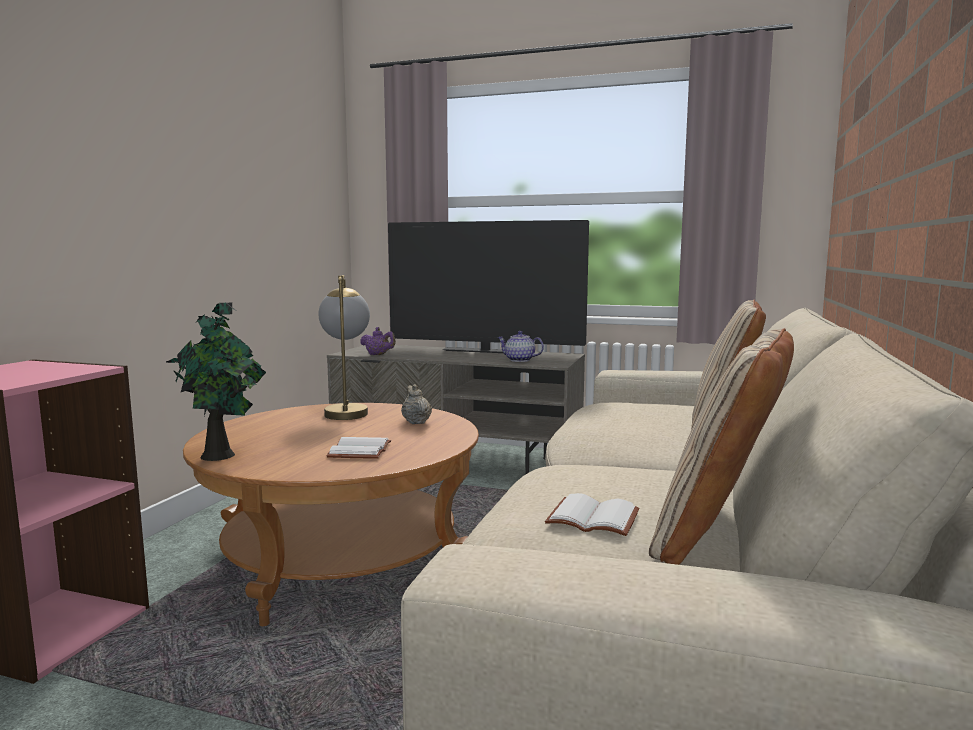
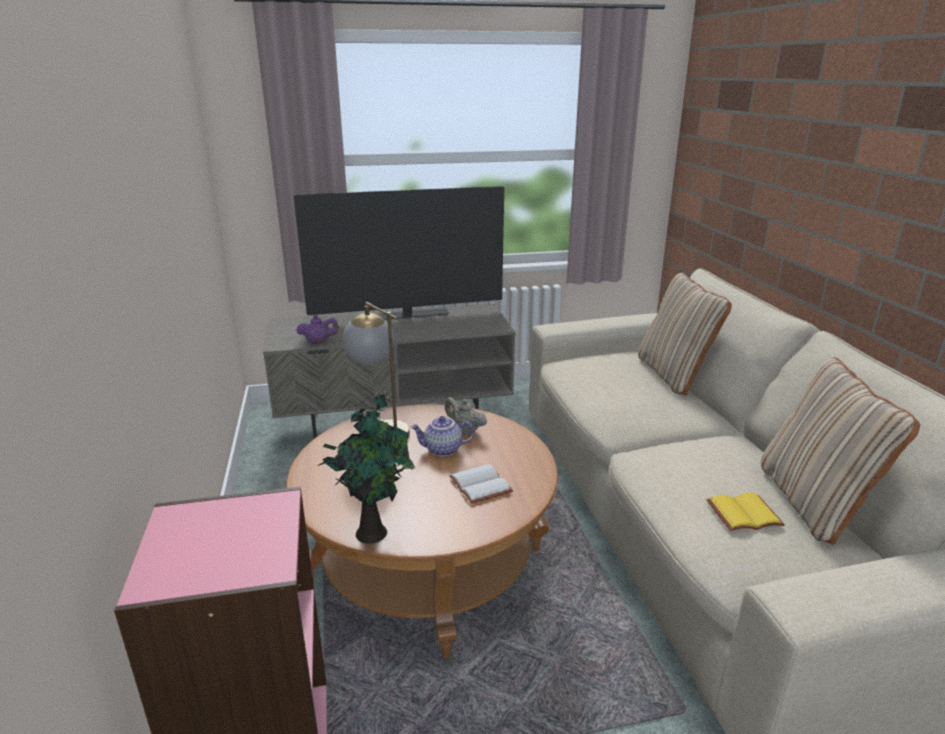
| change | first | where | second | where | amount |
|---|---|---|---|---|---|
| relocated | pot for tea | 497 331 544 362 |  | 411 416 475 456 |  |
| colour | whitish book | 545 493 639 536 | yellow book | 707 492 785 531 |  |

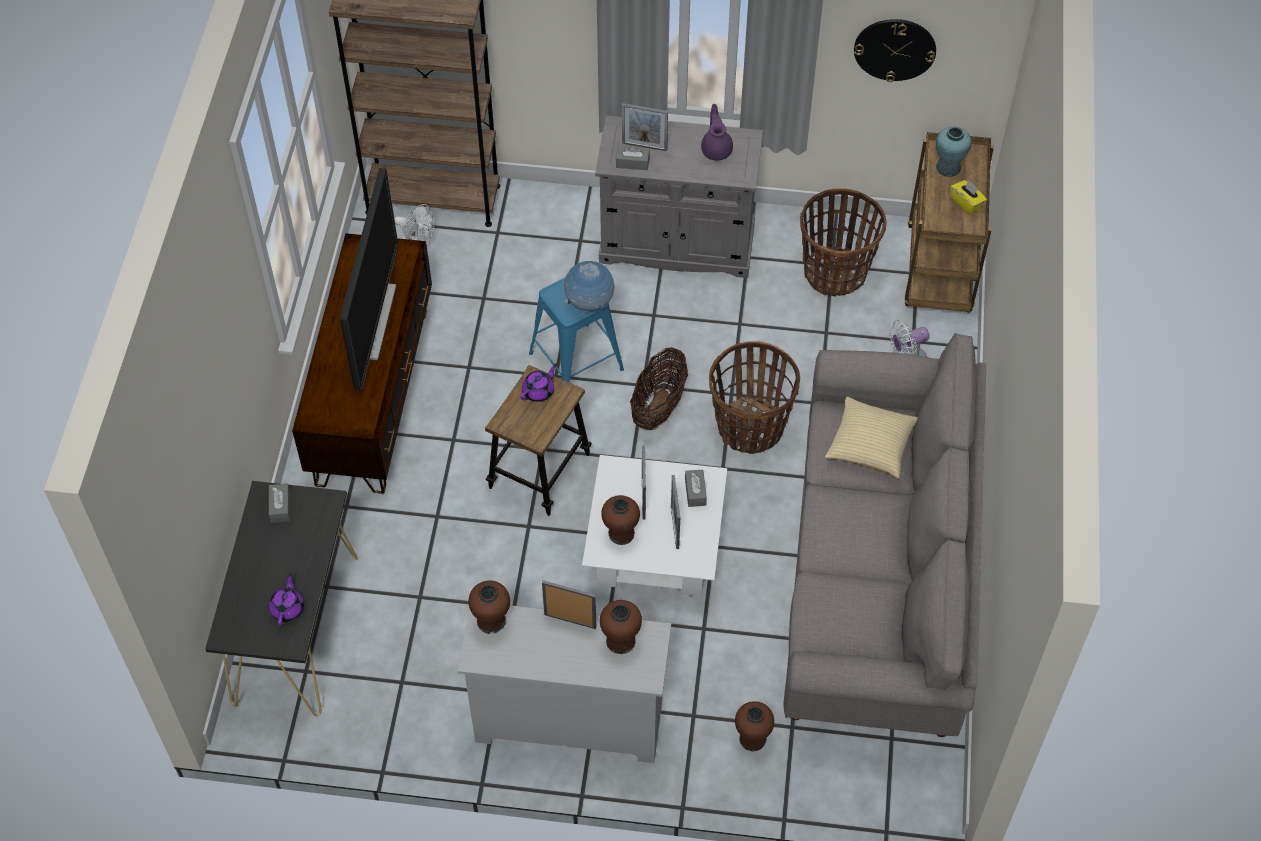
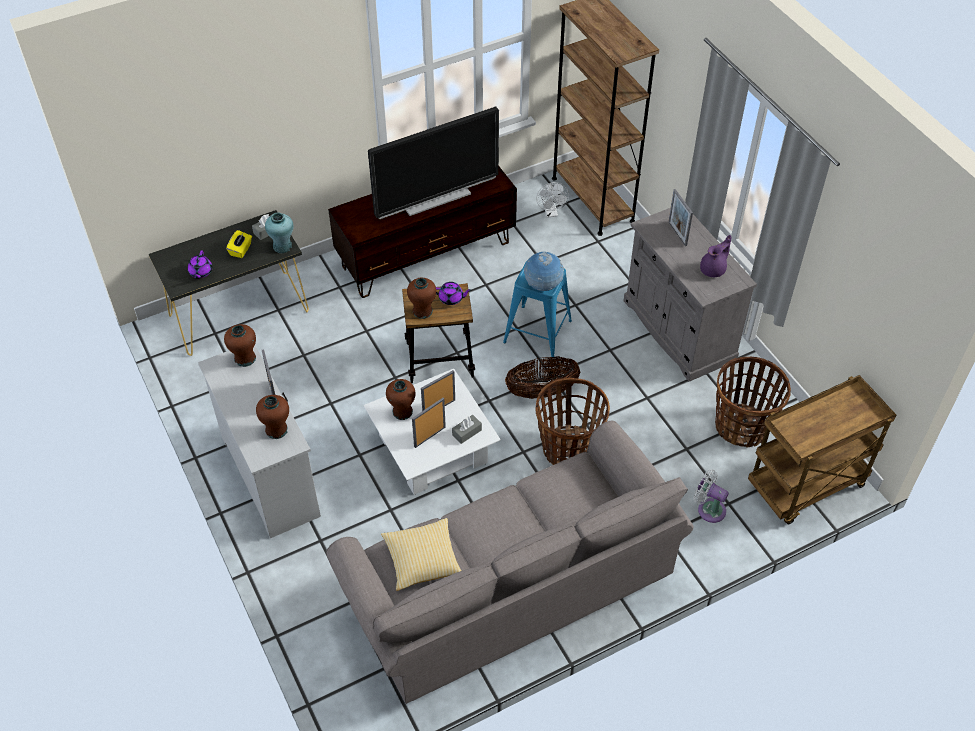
| change | first | where | second | where | amount |
|---|---|---|---|---|---|
| spun | purplish pot for tea | 269 573 304 626 |  | 188 250 212 279 | 120 degrees clockwise |
| missing | greyish tissue holder | 616 145 650 170 |  |  |  |
| relocated | brownish flower vase | 735 701 774 752 |  | 407 277 436 319 |  |
| relocated | pillow | 825 397 918 479 |  | 381 518 462 591 |  |
| missing | wall clock | 854 19 936 82 |  |  |  |
| relocated | turquoise-coloured flower vase | 936 127 972 177 |  | 265 213 294 253 |  |
| relocated | yellow tissue holder | 950 180 987 214 |  | 226 230 252 258 |  |

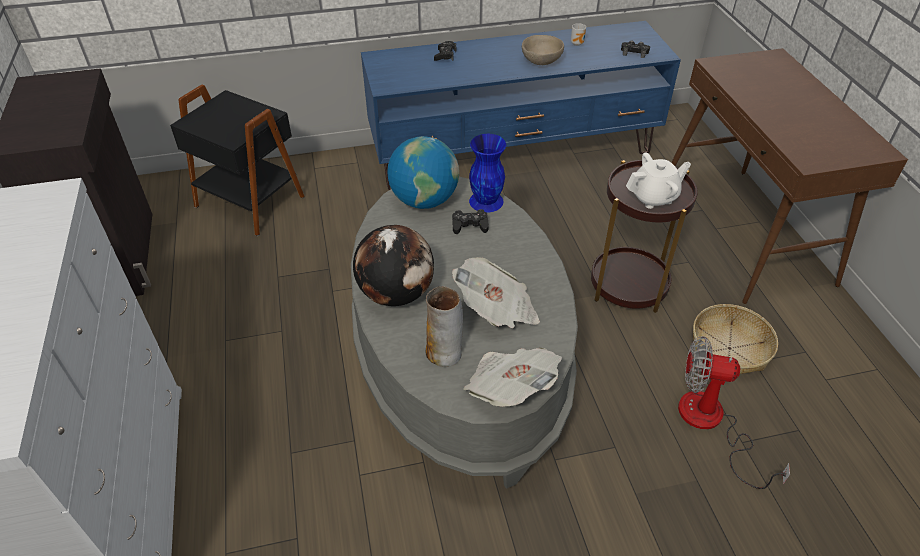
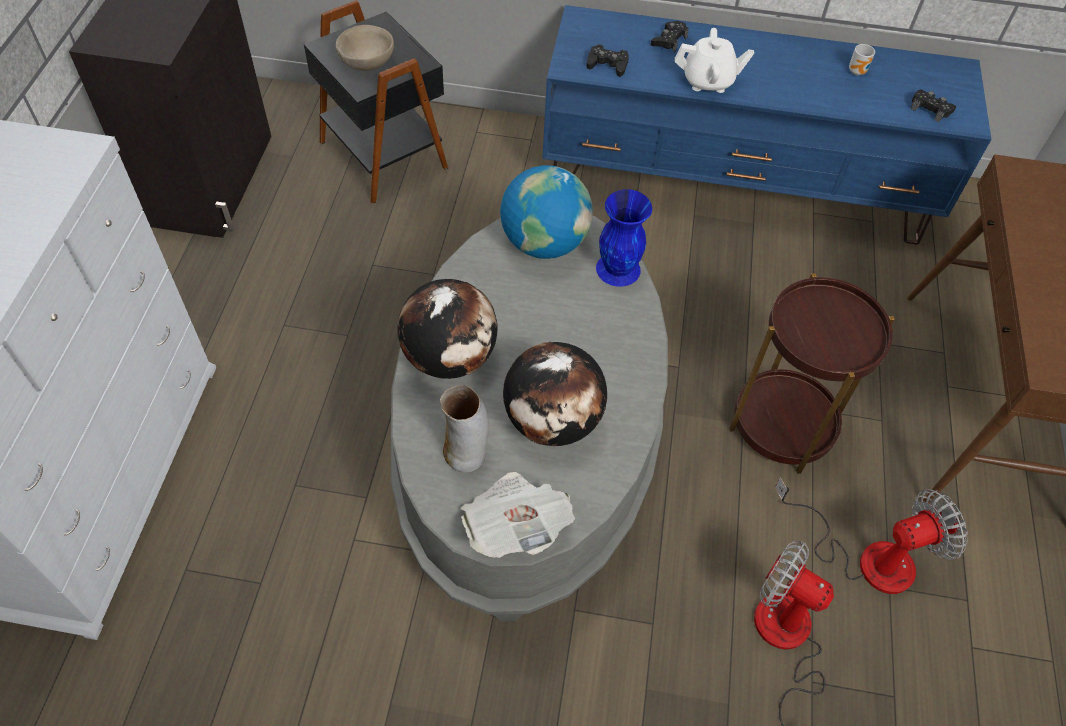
| change | first | where | second | where | amount |
|---|---|---|---|---|---|
| relocated | black-coloured gamepad | 452 209 489 234 |  | 586 44 629 77 |  |
| exchanged | daily paper | 452 257 540 328 | globe | 503 342 607 446 |  |
| relocated | sand-coloured deep dish | 522 35 564 66 |  | 335 25 394 71 |  |
| relocated | whitish pot for tea | 626 152 691 209 |  | 675 28 754 93 |  |
| exchanged | storage basket | 693 304 778 374 | electric fan | 775 477 968 594 |  |

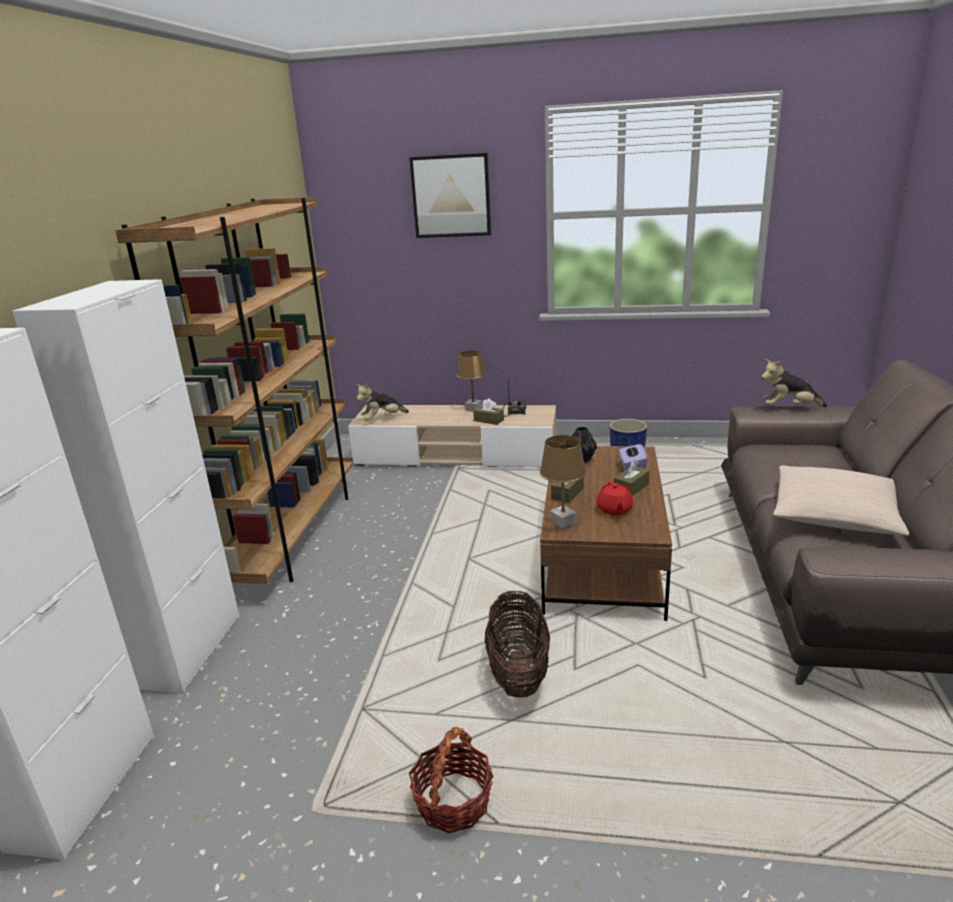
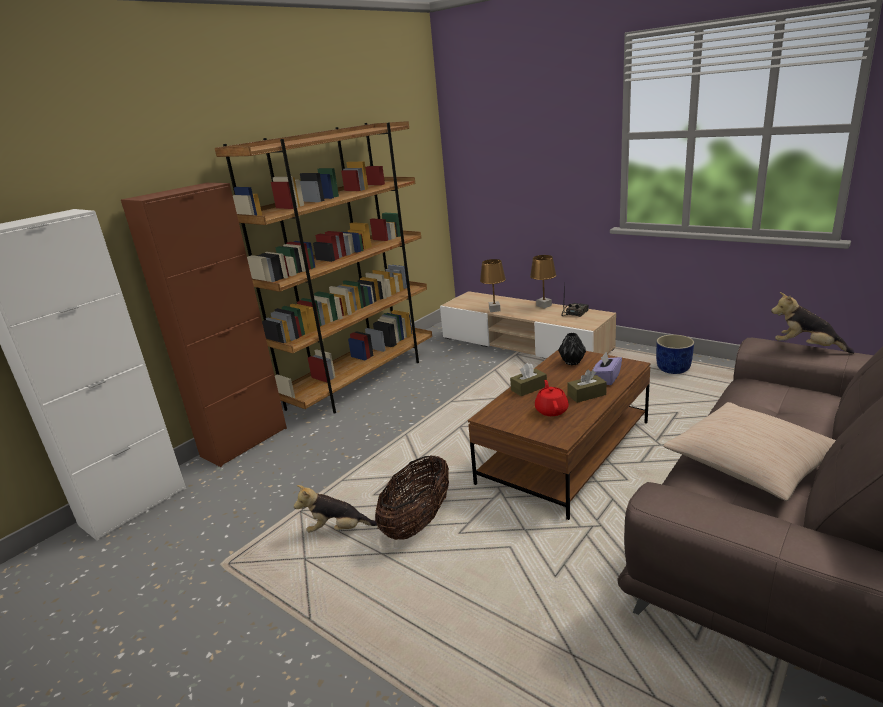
| change | first | where | second | where | amount |
|---|---|---|---|---|---|
| colour | whitish storage cabinet | 12 279 240 693 | brownish storage cabinet | 121 183 287 467 |  |
| relocated | plush toy | 355 384 409 420 |  | 294 485 377 533 |  |
| missing | picture | 409 153 491 238 |  |  |  |
| missing | storage basket | 409 727 494 833 |  |  |  |
| missing | brownish tissue holder | 473 398 504 425 |  |  |  |
| relocated | brownish table lamp | 540 435 586 528 |  | 480 259 506 312 |  |
| spun | red pot for tea | 596 481 634 515 |  | 535 380 569 416 | 150 degrees clockwise |

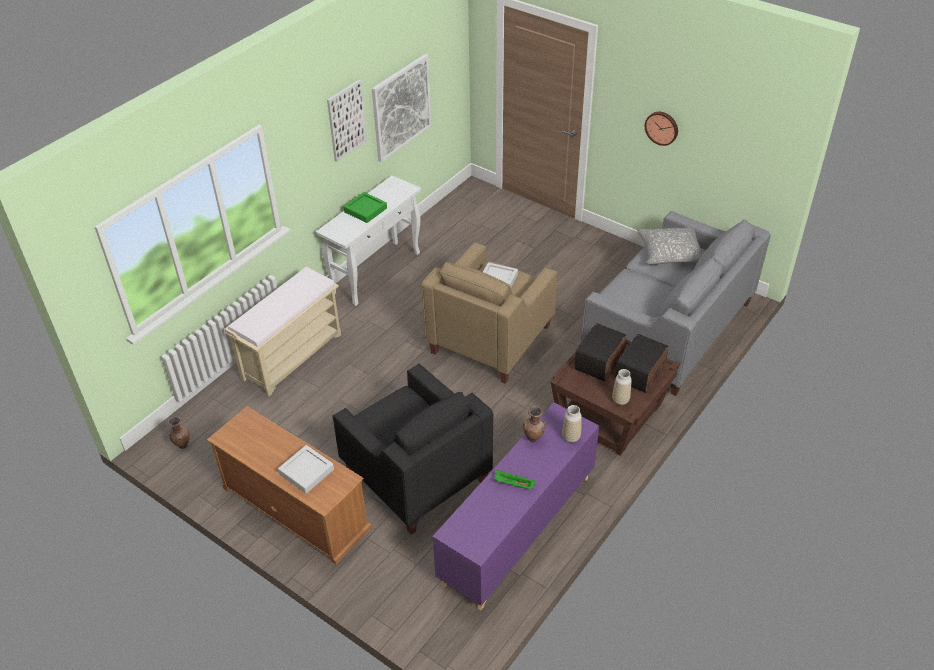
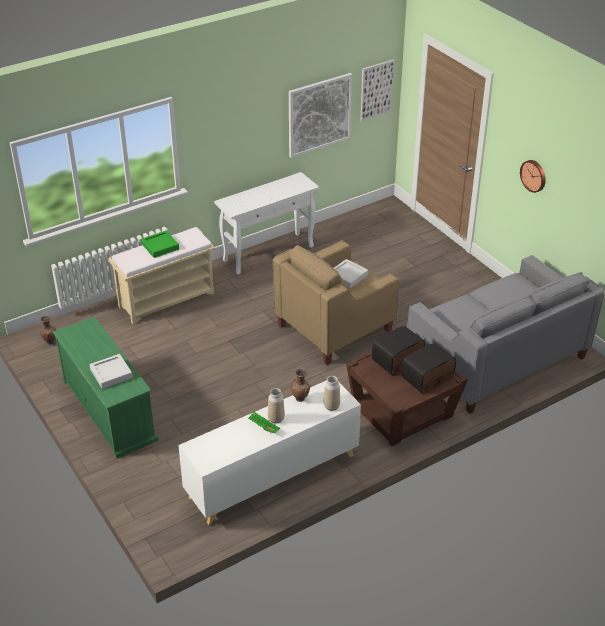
| change | first | where | second | where | amount |
|---|---|---|---|---|---|
| colour | brownish tv unit | 207 406 372 564 | green tv unit | 53 316 159 458 |  |
| relocated | picture | 327 80 367 162 |  | 360 60 395 121 |  |
| missing | black-coloured easy chair | 333 364 493 535 |  |  |  |
| relocated | green carrying tray | 344 192 387 223 |  | 141 231 179 258 |  |
| colour | purplish storage cabinet | 433 403 599 610 | whitish storage cabinet | 178 380 361 525 |  |
| relocated | flower vase | 612 369 632 405 |  | 268 388 285 423 |  |
| missing | greyish pillow | 637 227 703 264 |  |  |  |

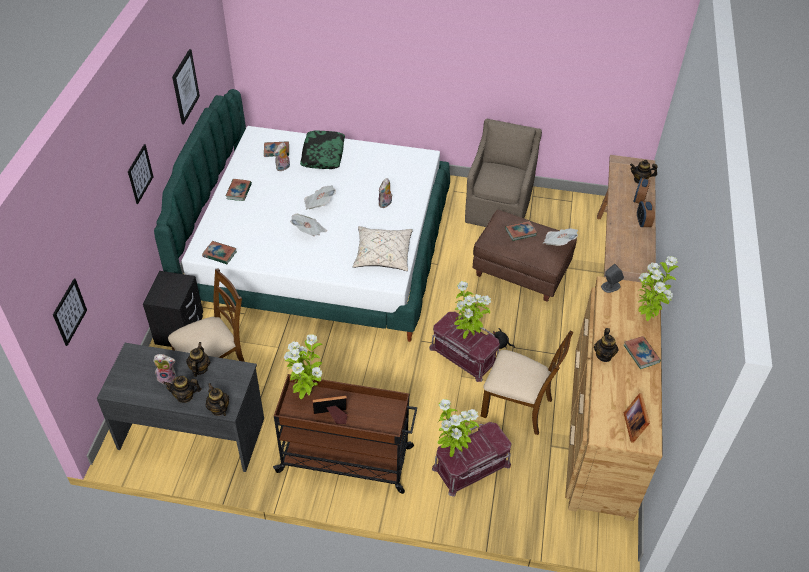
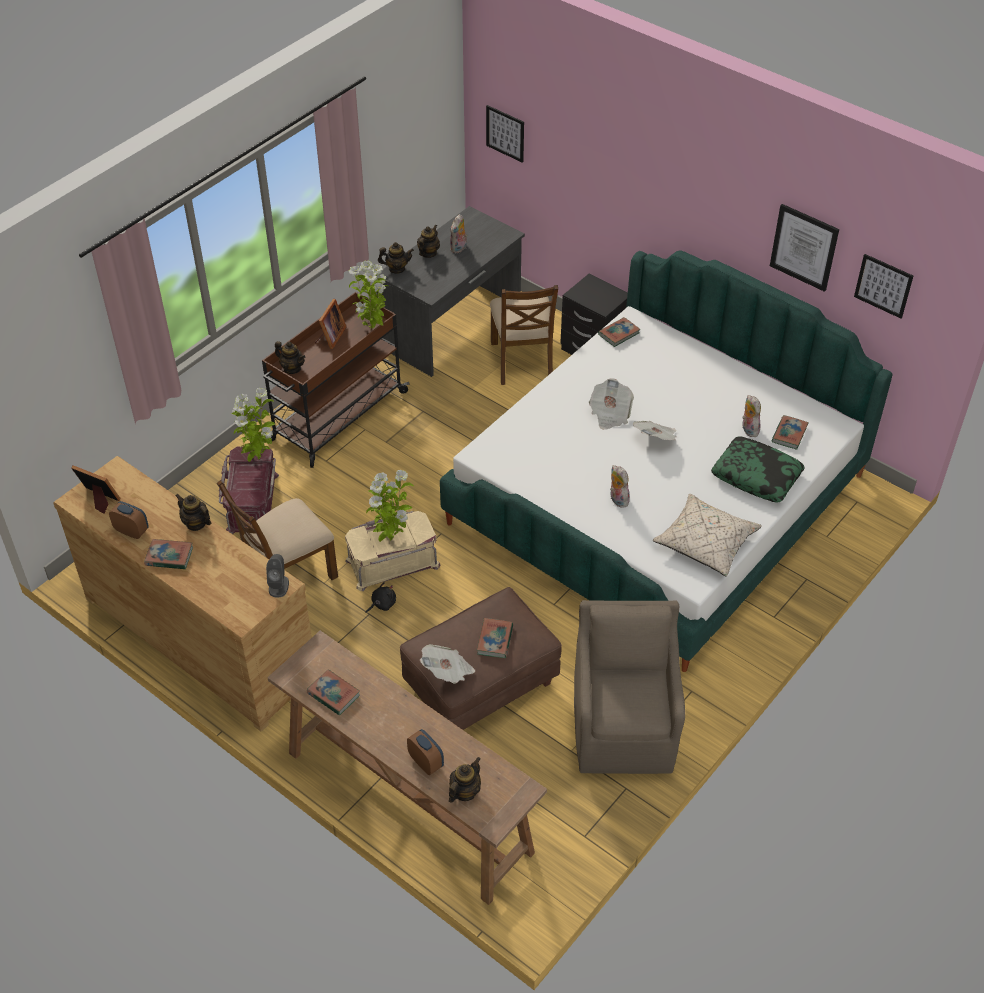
| change | first | where | second | where | amount |
|---|---|---|---|---|---|
| relocated | picture | 128 144 153 204 |  | 854 254 913 318 |  |
| relocated | pot for tea | 186 342 210 377 |  | 275 341 305 374 |  |
| relocated | book | 226 179 252 201 |  | 307 669 360 715 |  |
| relocated | sand-coloured pillow | 353 226 413 271 |  | 653 494 762 577 |  |
| colour | red storage bin | 429 312 500 382 | sand-coloured storage bin | 345 511 440 591 |  |
| spun | brownish easy chair | 465 118 542 227 |  | 574 600 685 774 | 135 degrees counterclockwise |
| relocated | table clock | 637 201 655 227 |  | 109 501 149 539 |  |
| missing | plant in a pot | 638 256 678 321 |  |  |  |

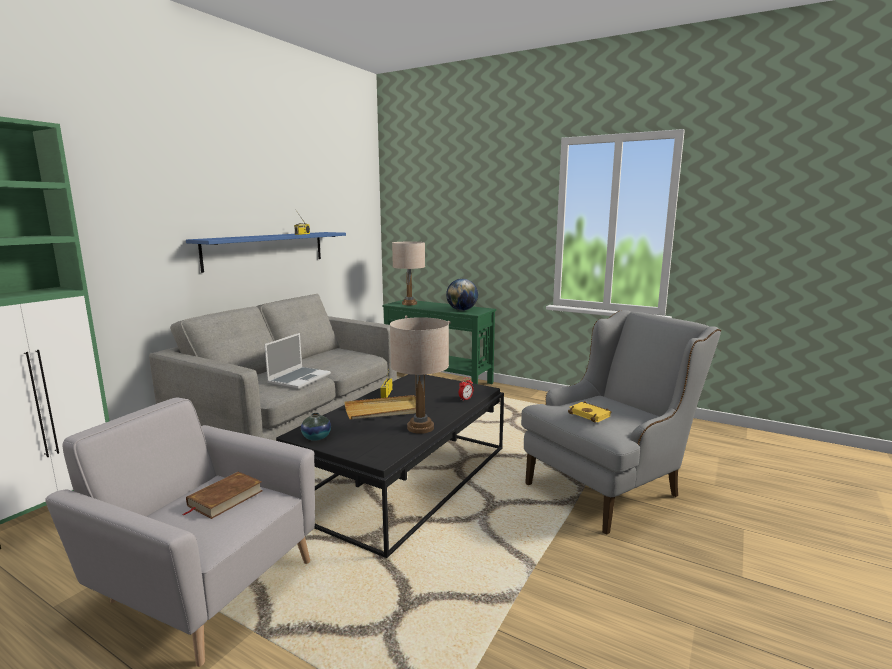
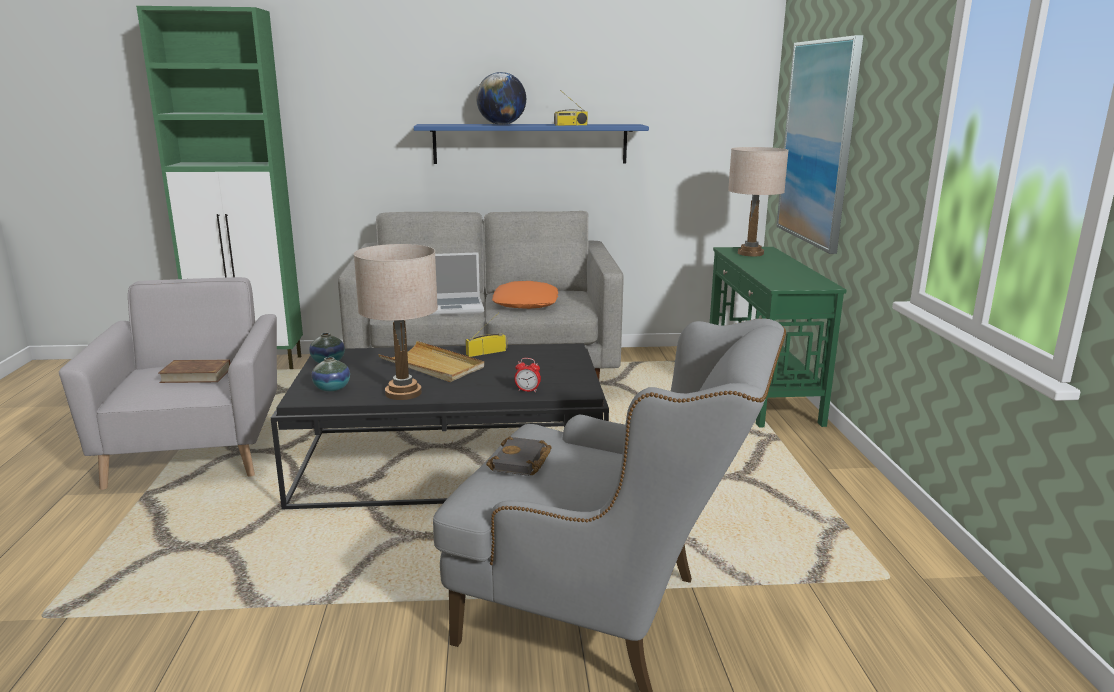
| change | first | where | second | where | amount |
|---|---|---|---|---|---|
| relocated | globe | 446 279 478 311 |  | 476 72 526 125 |  |
| colour | yellow book | 568 401 611 423 | black-coloured book | 486 436 552 476 |  |
| appeared |  |  | flower vase | 311 357 350 391 |  |
| appeared |  |  | orange-coloured pillow | 492 281 558 309 |  |
| appeared |  |  | picture | 776 35 864 254 |  |

